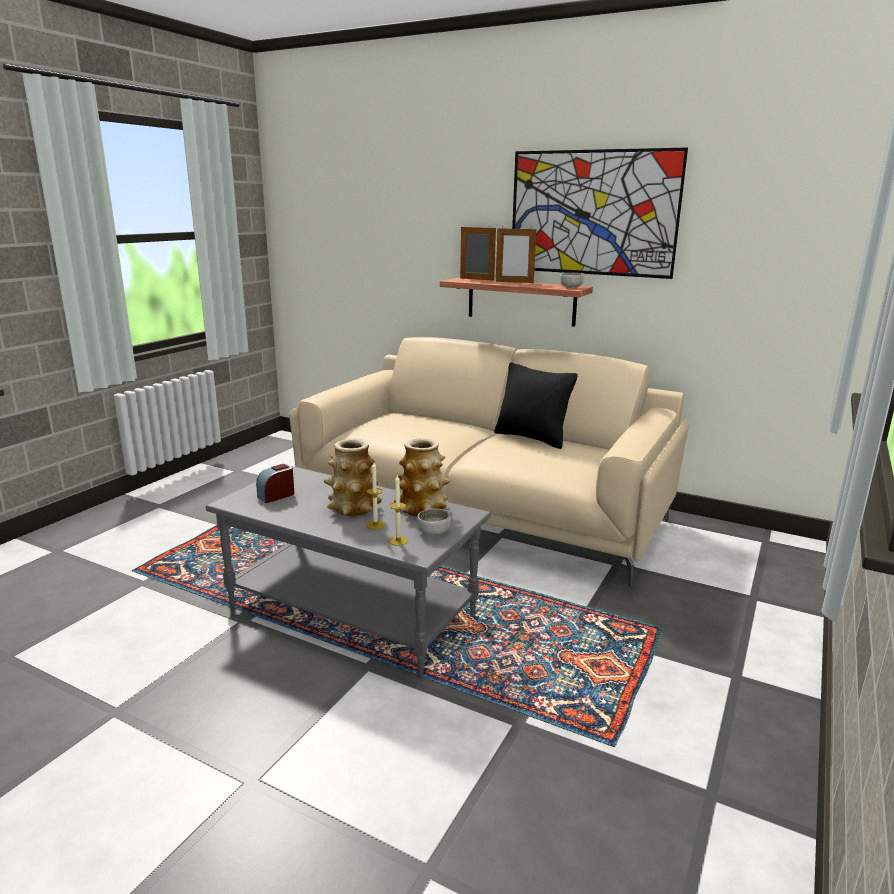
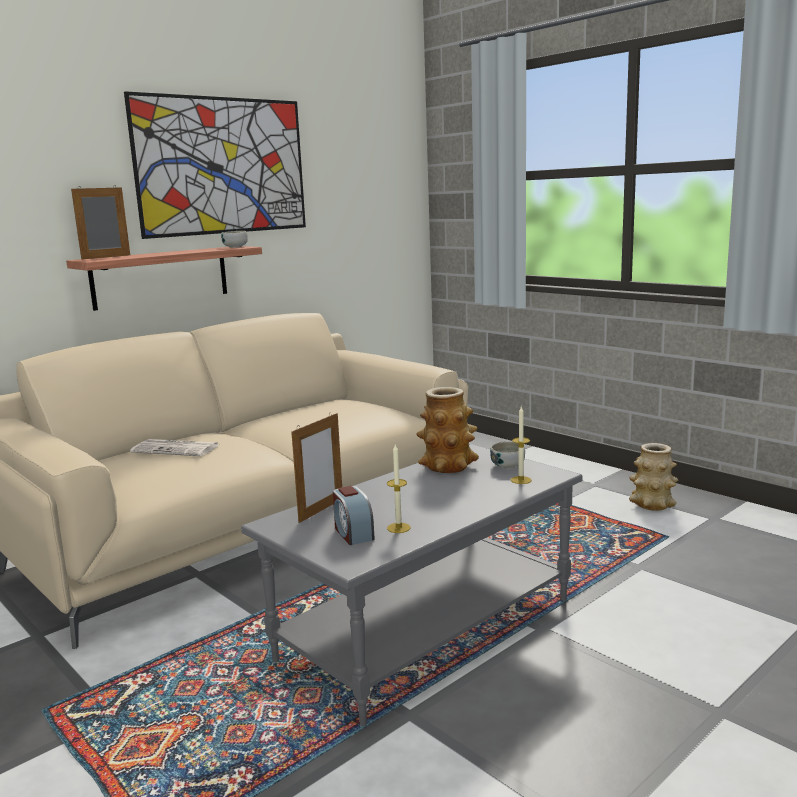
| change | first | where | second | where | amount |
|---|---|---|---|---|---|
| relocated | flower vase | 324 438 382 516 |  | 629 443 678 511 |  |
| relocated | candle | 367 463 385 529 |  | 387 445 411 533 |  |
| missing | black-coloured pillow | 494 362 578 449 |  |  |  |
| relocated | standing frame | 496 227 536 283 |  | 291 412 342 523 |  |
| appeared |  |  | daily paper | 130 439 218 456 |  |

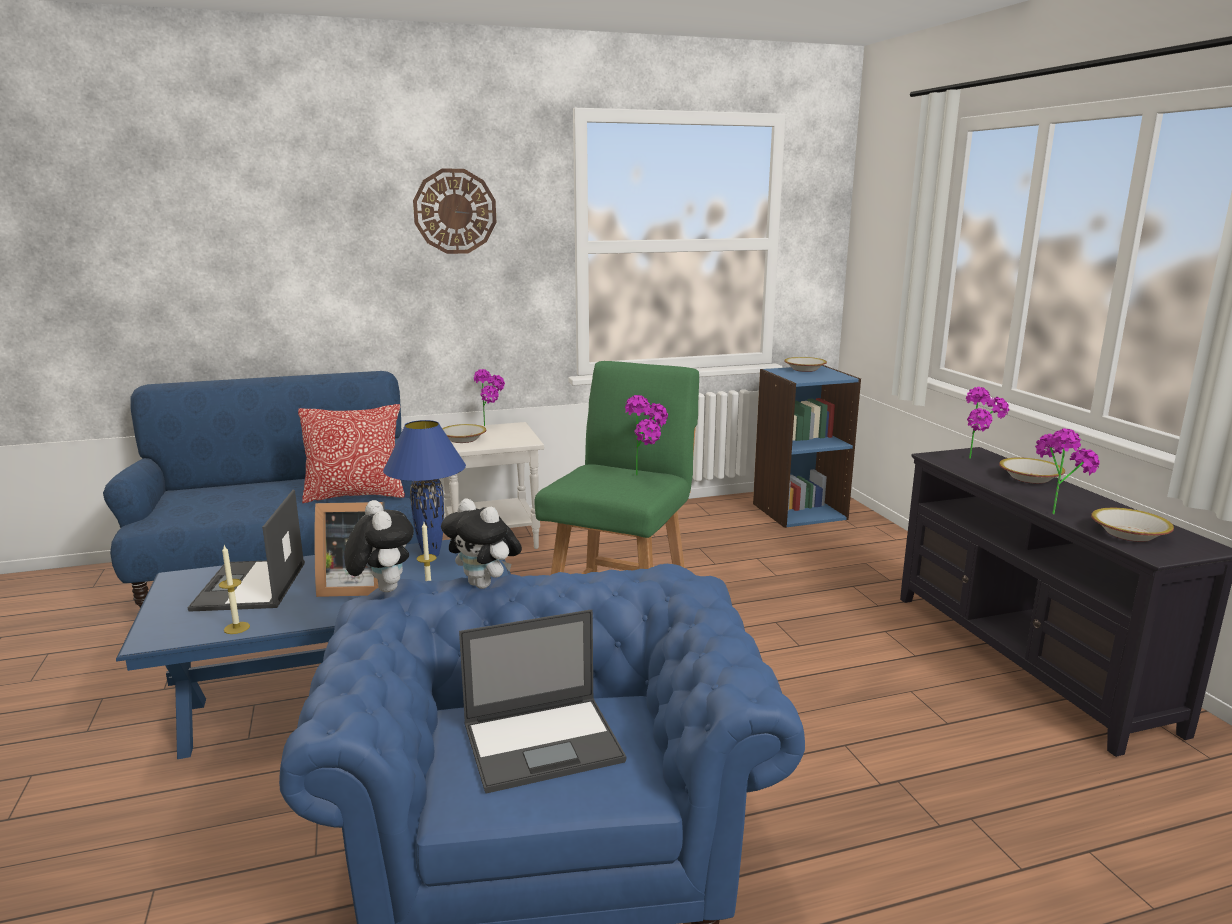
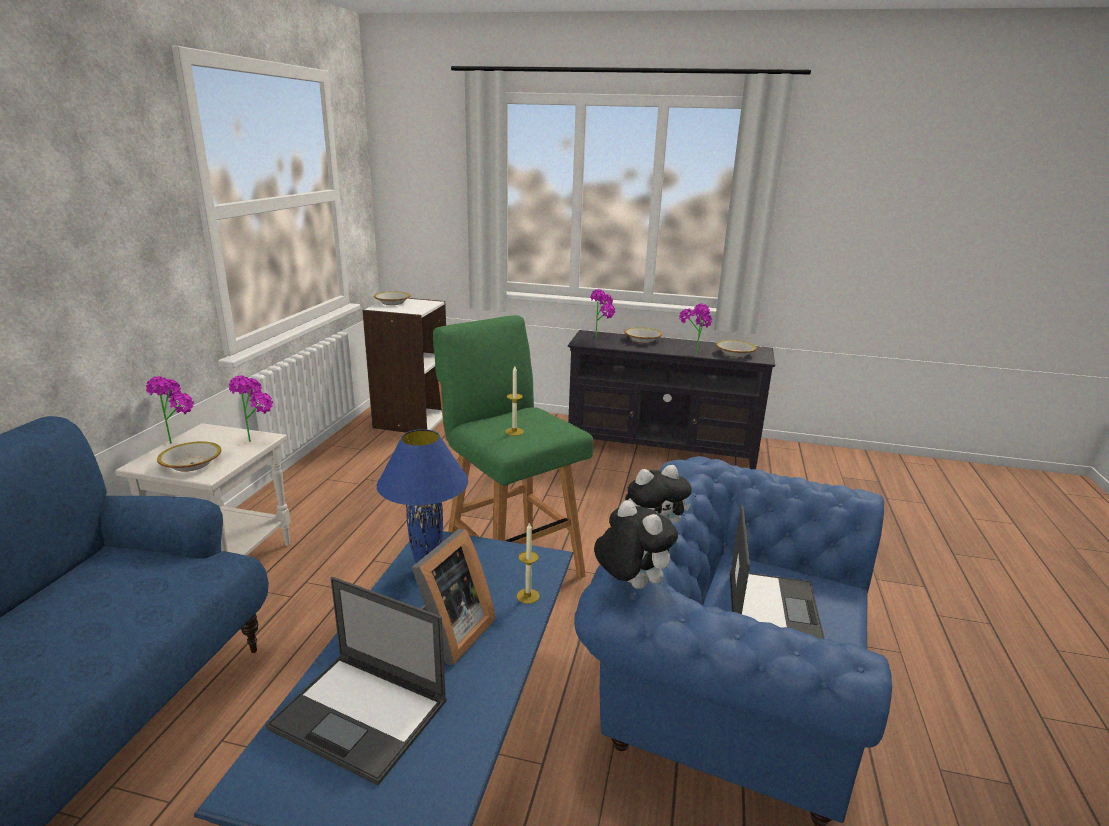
| change | first | where | second | where | amount |
|---|---|---|---|---|---|
| relocated | candle | 219 545 250 634 |  | 505 366 524 436 |  |
| missing | pillow | 298 404 405 503 |  |  |  |
| spun | plush toy | 344 500 414 592 |  | 594 500 678 589 | 45 degrees clockwise |
| missing | wall clock | 413 169 497 254 |  |  |  |
| relocated | plant in a pot | 625 395 668 475 |  | 229 375 273 442 |  |
| colour | blue shelving unit | 753 365 861 528 | whitish shelving unit | 362 298 446 433 |  |

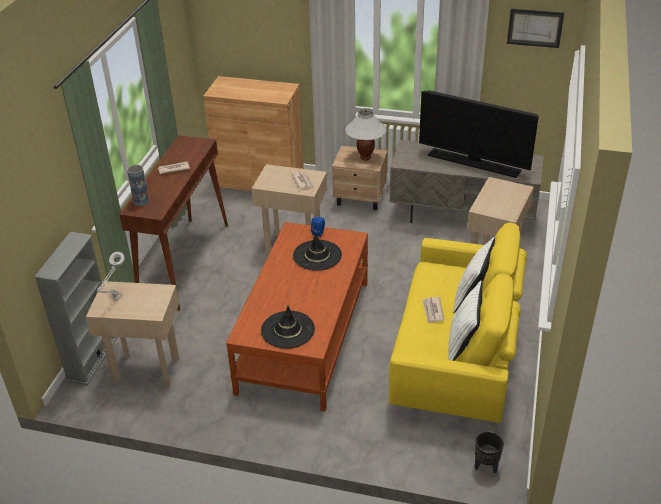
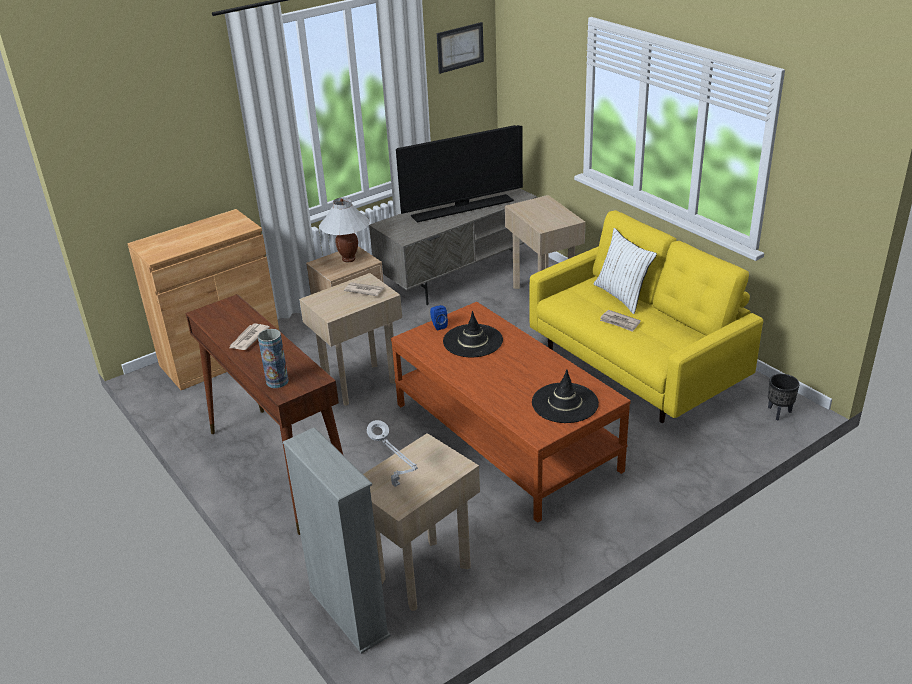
| change | first | where | second | where | amount |
|---|---|---|---|---|---|
| missing | whitish pillow | 448 280 482 361 |  |  |  |

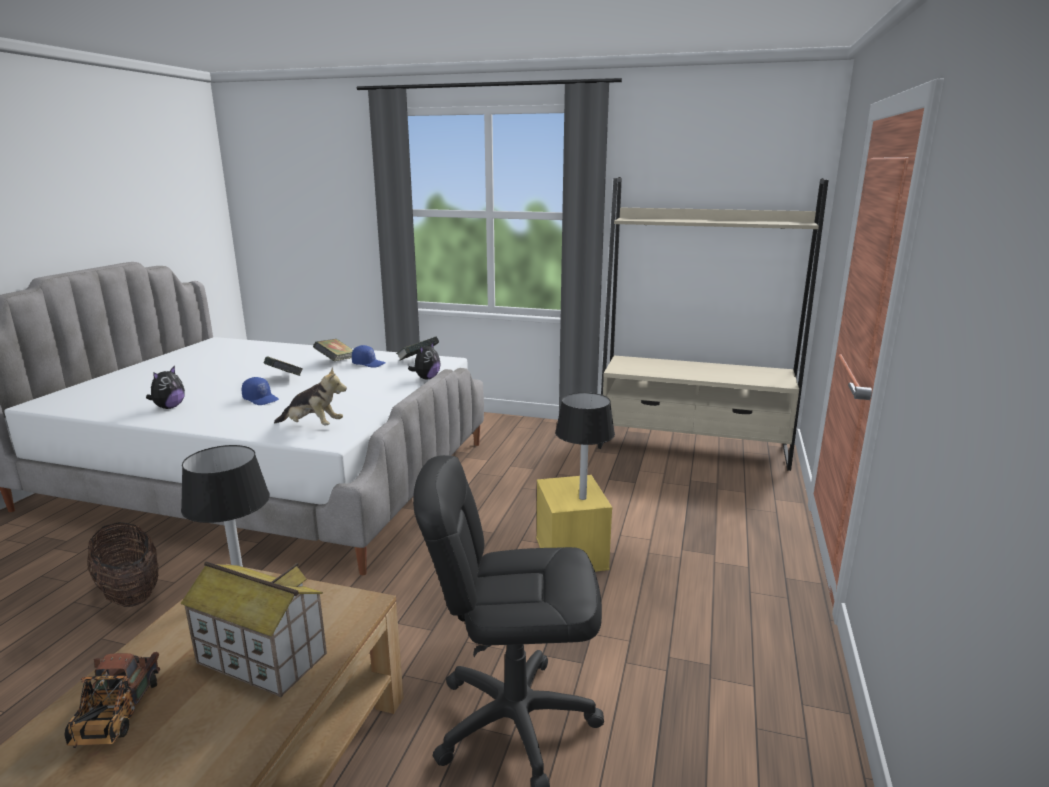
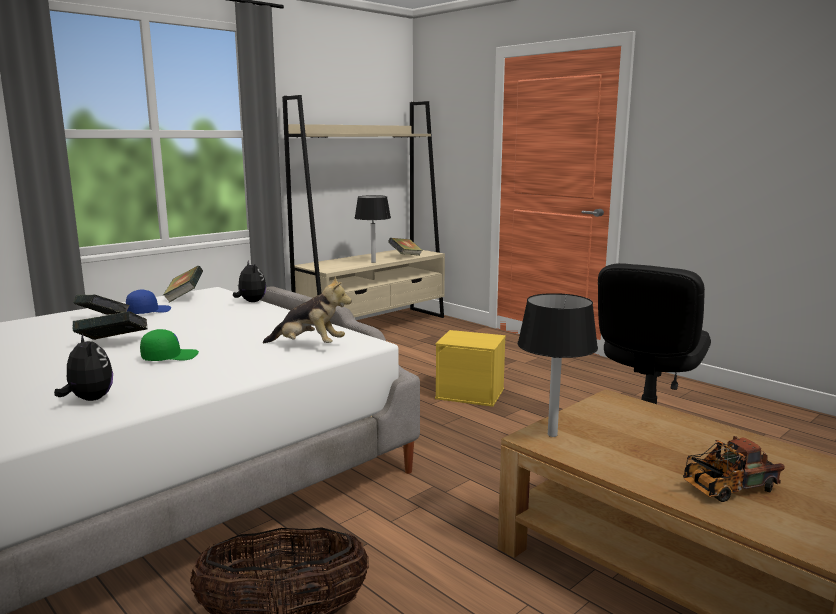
| change | first | where | second | where | amount |
|---|---|---|---|---|---|
| spun | toy truck | 64 652 160 748 |  | 683 436 785 502 | 135 degrees clockwise |
| missing | model house | 180 561 327 697 |  |  |  |
| colour | blue baseball cap | 242 377 279 405 | green baseball cap | 140 329 199 361 |  |
| spun | plush toy | 274 367 347 426 |  | 263 276 352 343 | 60 degrees clockwise |
| relocated | black-coloured table lamp | 555 392 615 500 |  | 355 195 391 263 |  |
| appeared |  |  | book | 388 238 423 256 |  |

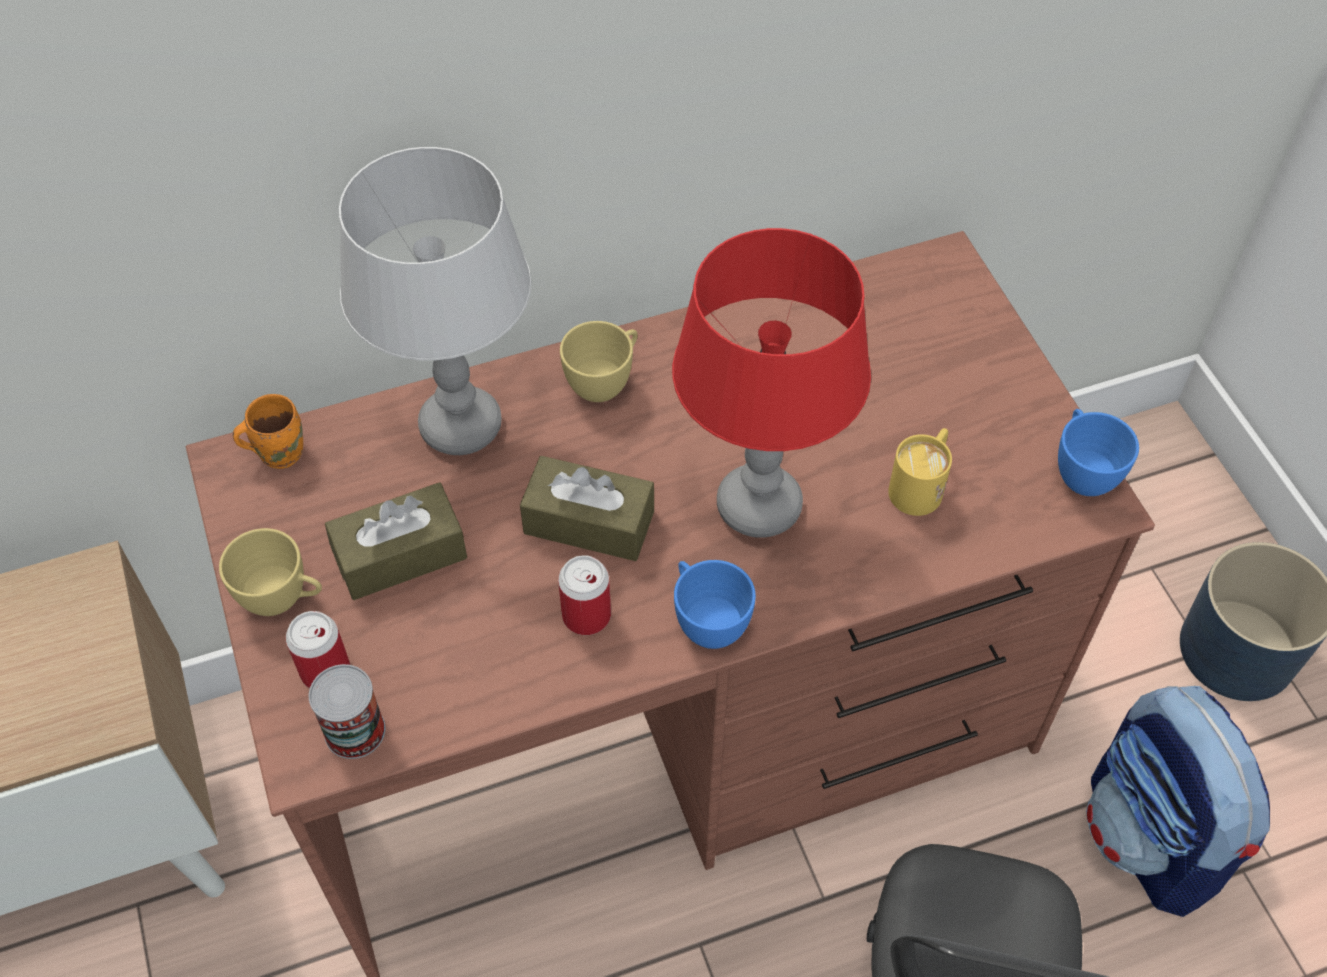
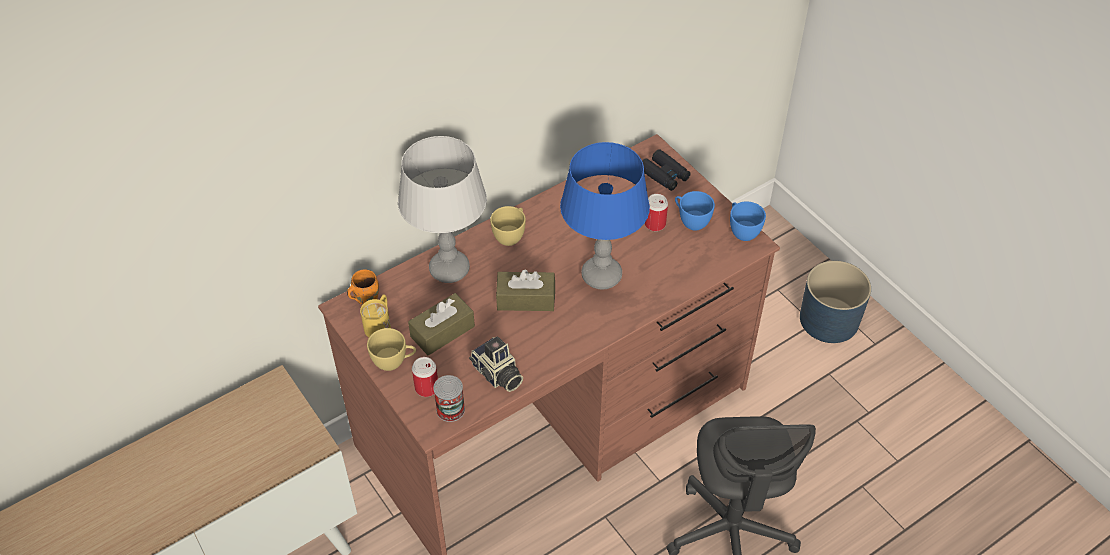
| change | first | where | second | where | amount |
|---|---|---|---|---|---|
| relocated | sealed can | 558 555 611 635 |  | 645 194 668 231 |  |
| colour | red table lamp | 672 228 871 538 | blue table lamp | 560 142 650 290 |  |
| relocated | blue drinking cup | 674 560 756 649 |  | 675 191 715 231 |  |
| relocated | yellow coffee mug | 888 428 952 516 |  | 360 294 391 337 |  |
| missing | rucksack | 1086 686 1270 917 |  |  |  |
| appeared |  |  | photo camera | 469 336 523 392 |  |
| appeared |  |  | black-coloured field glasses | 642 149 691 191 |  |

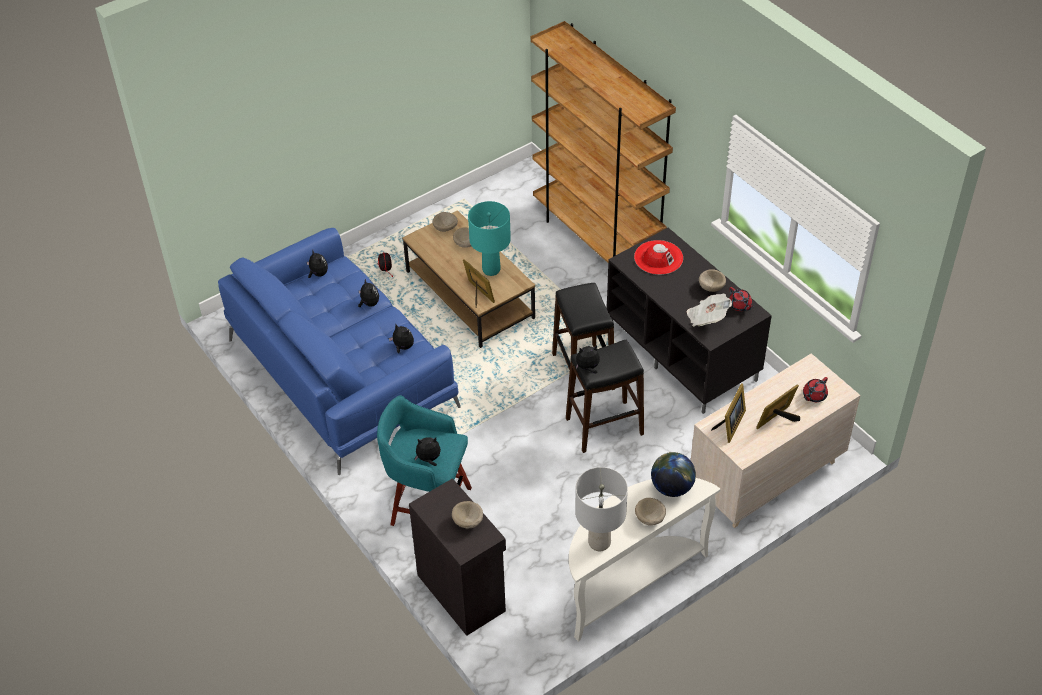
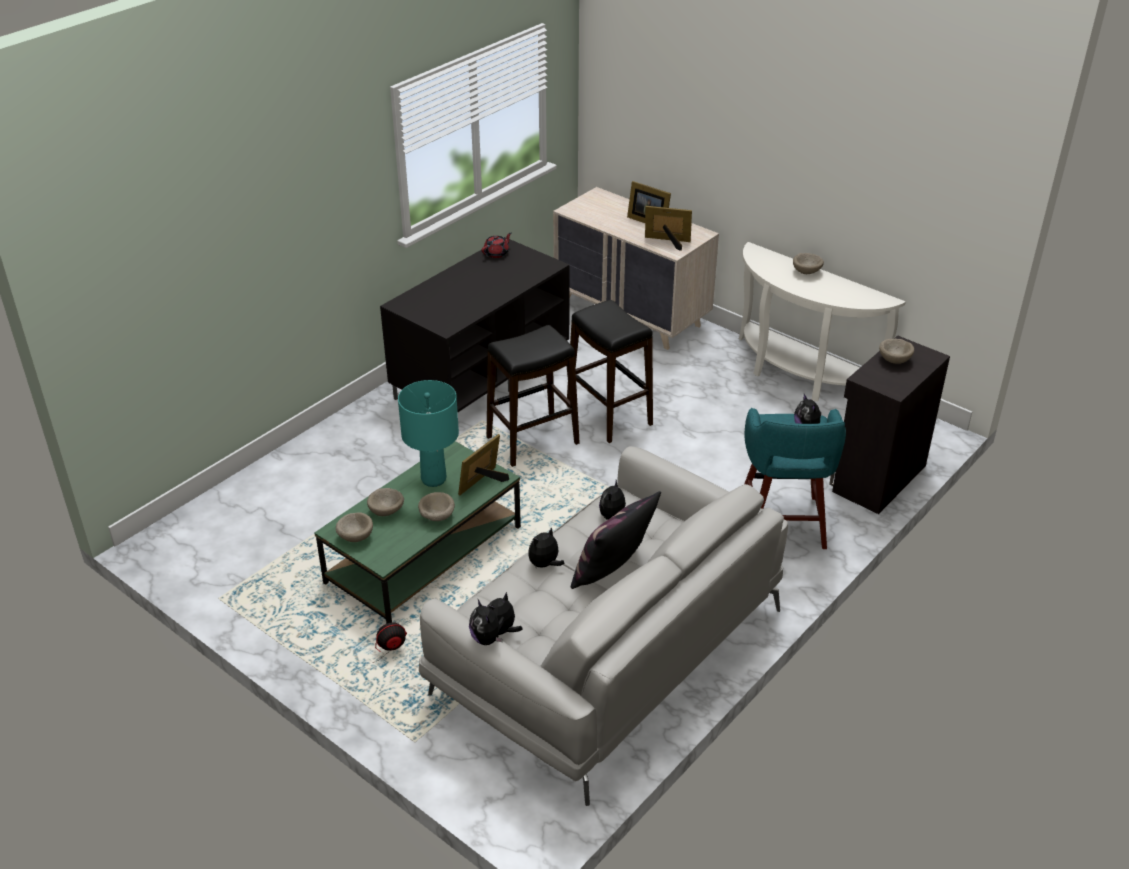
| change | first | where | second | where | amount |
|---|---|---|---|---|---|
| colour | blue couch | 218 228 461 475 | greyish couch | 419 446 788 806 |  |
| colour | brownish lounge table | 402 210 535 348 | green lounge table | 314 441 521 624 |  |
| missing | brownish shelving unit | 531 21 676 263 |  |  |  |
| missing | greyish table lamp | 575 467 628 551 |  |  |  |
| relocated | plush toy | 576 345 600 373 |  | 469 600 504 645 |  |
| missing | red hat | 634 240 683 275 |  |  |  |
| missing | globe | 651 452 696 497 |  |  |  |
| missing | daily paper | 687 294 732 327 |  |  |  |
| relocated | sand-coloured deep dish | 699 269 726 292 |  | 418 492 455 521 |  |
| missing | red pot for tea | 803 377 828 402 |  |  |  |
| appeared |  |  | pillow | 571 491 661 589 |  |

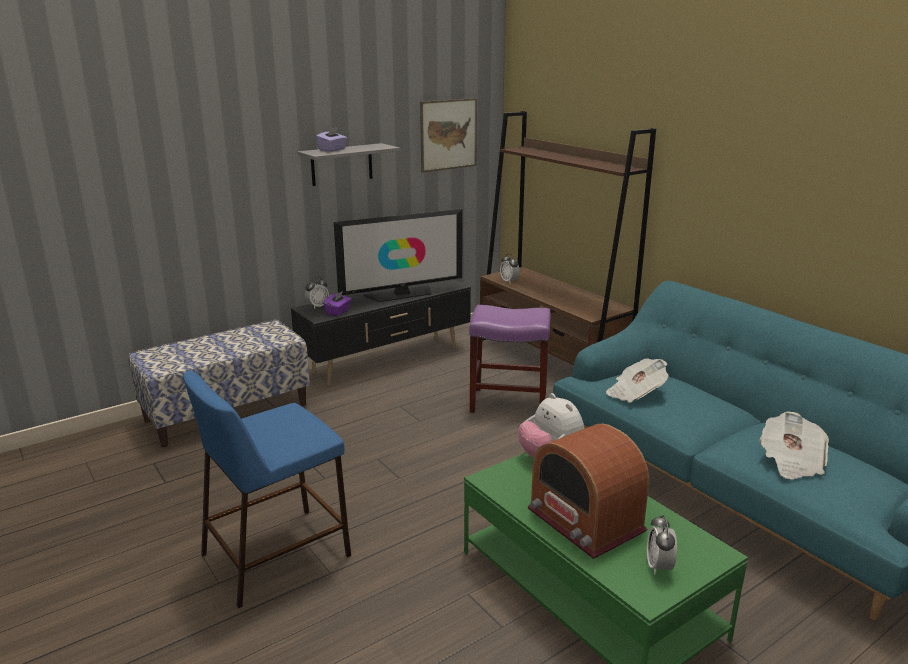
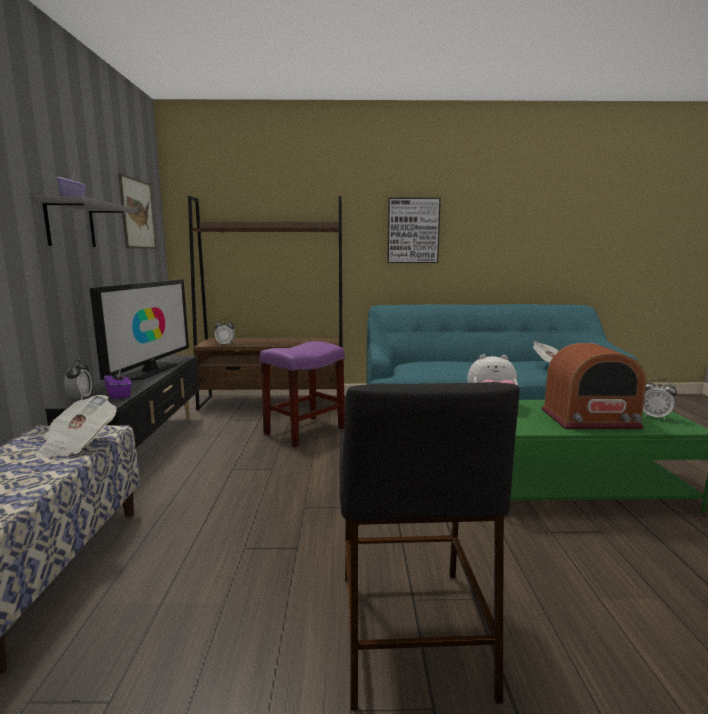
| change | first | where | second | where | amount |
|---|---|---|---|---|---|
| colour | blue stool | 183 370 351 608 | black-coloured stool | 340 382 520 710 |  |
| relocated | daily paper | 606 358 668 403 |  | 35 395 117 458 |  |
| appeared |  |  | picture | 387 198 441 263 |  |

